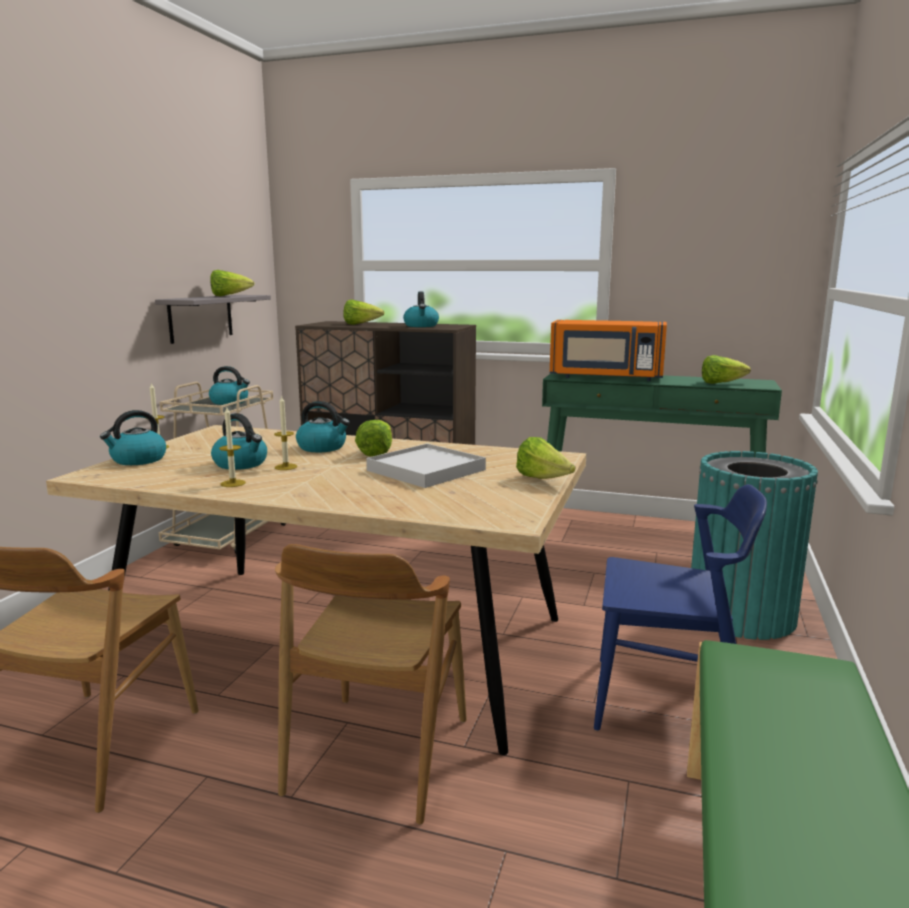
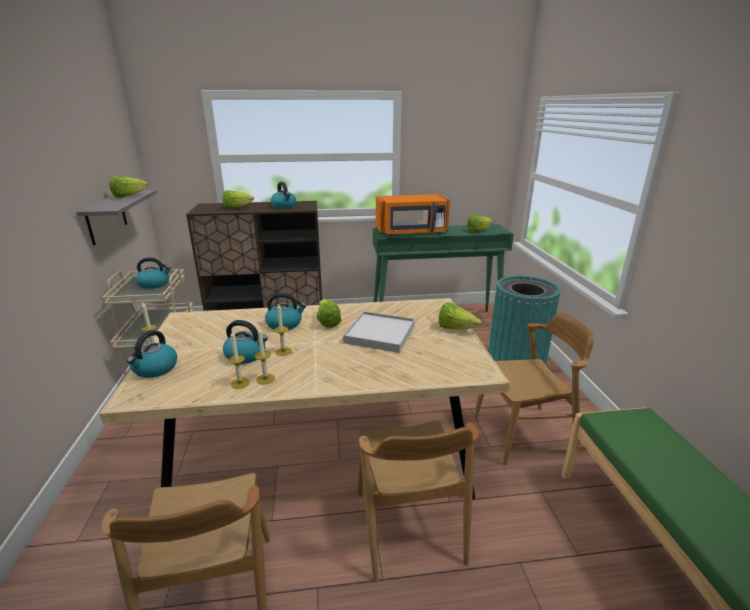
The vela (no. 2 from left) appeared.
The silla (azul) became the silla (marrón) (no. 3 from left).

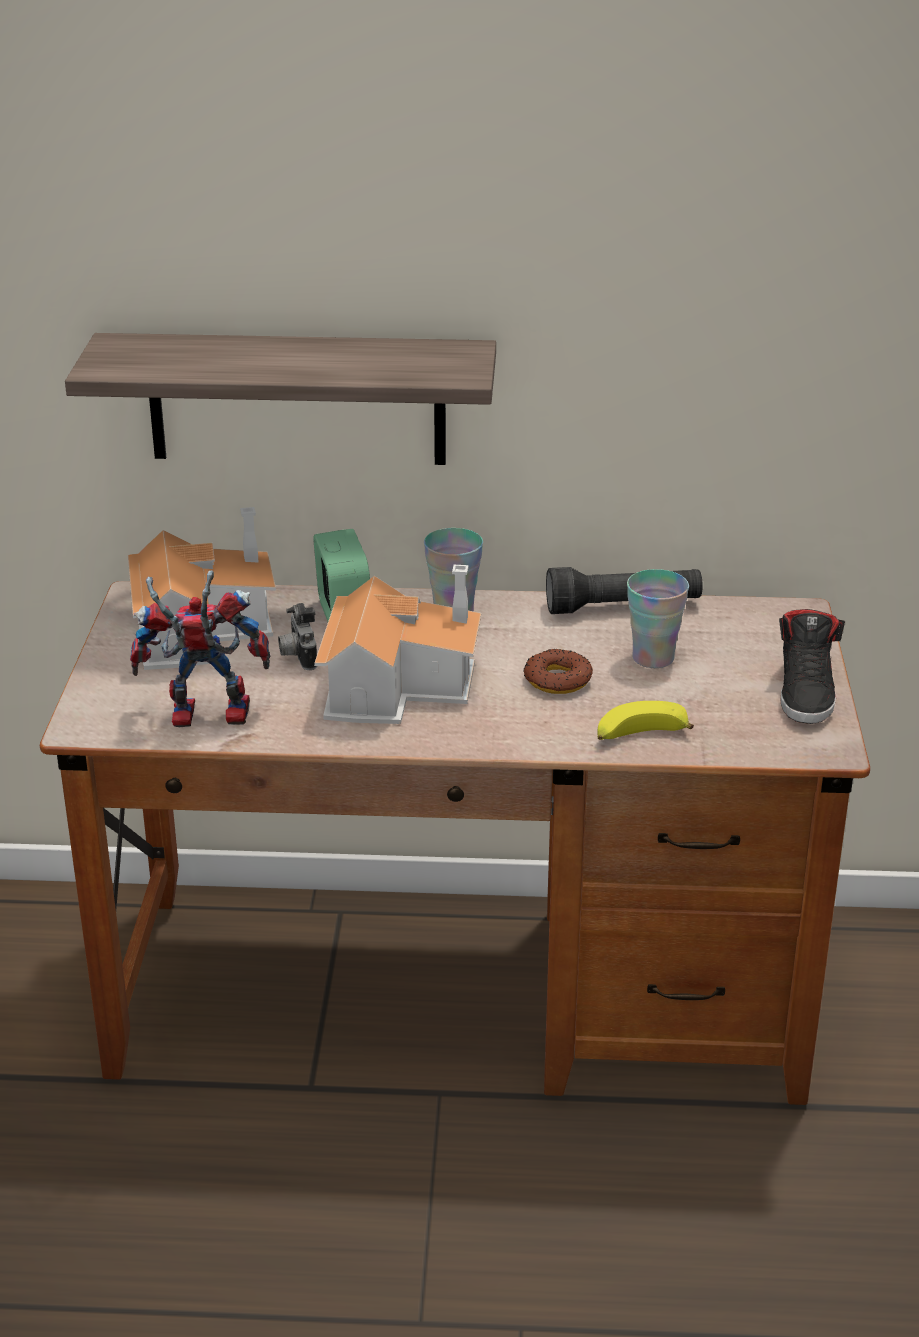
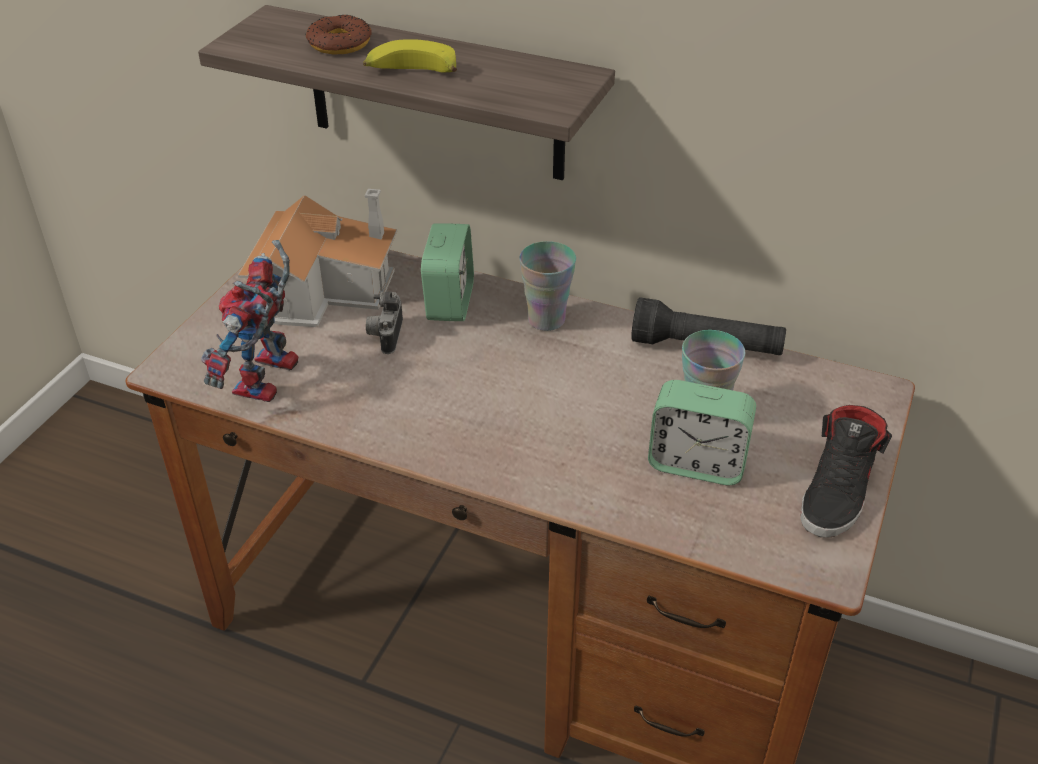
The robot de juguete turned 90 degrees counterclockwise.
The rosquilla moved.
The plátano moved.
The despertador (no. 2 from left) appeared.
The casita (no. 2 from left) disappeared.

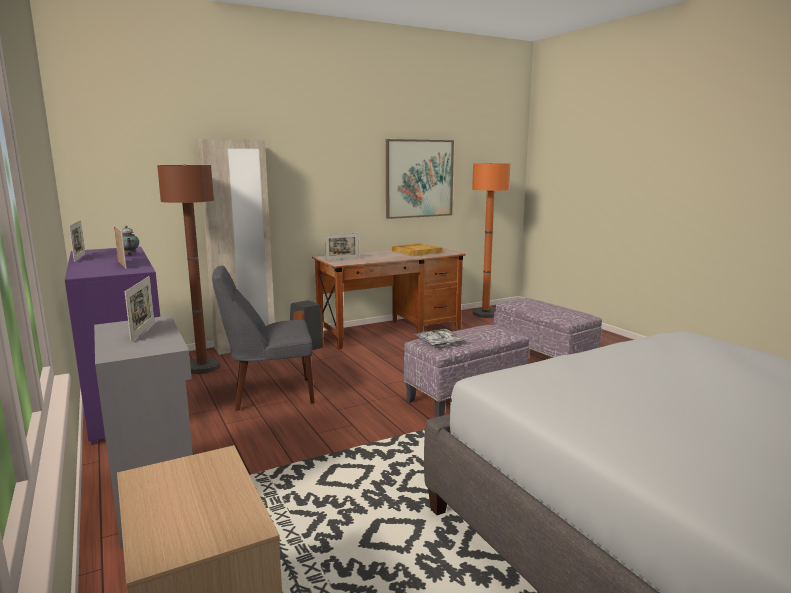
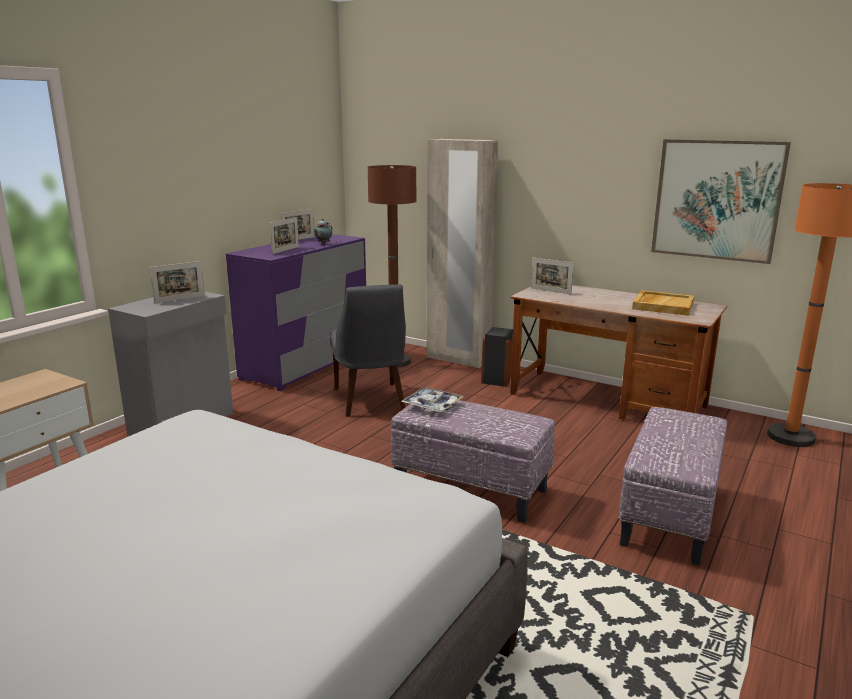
The silla (gris) turned 150 degrees counterclockwise.

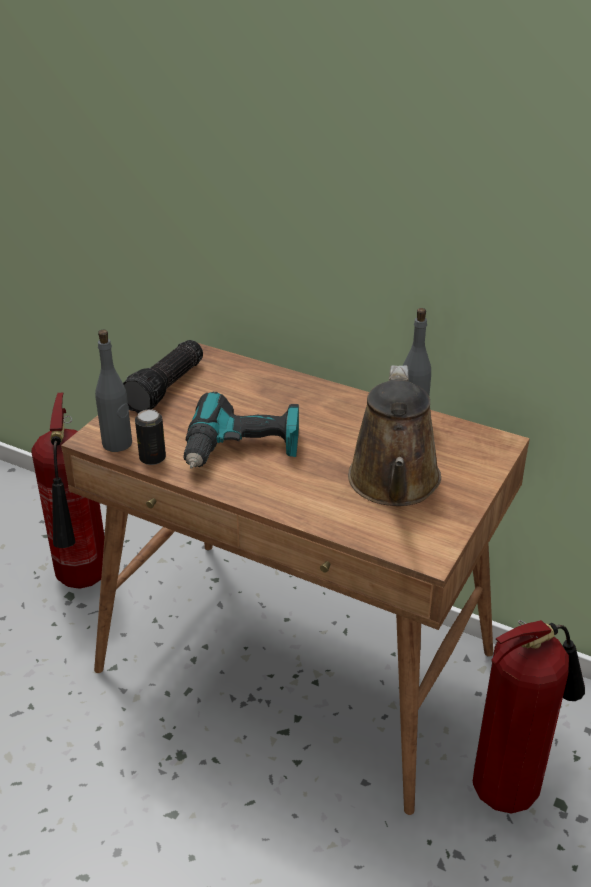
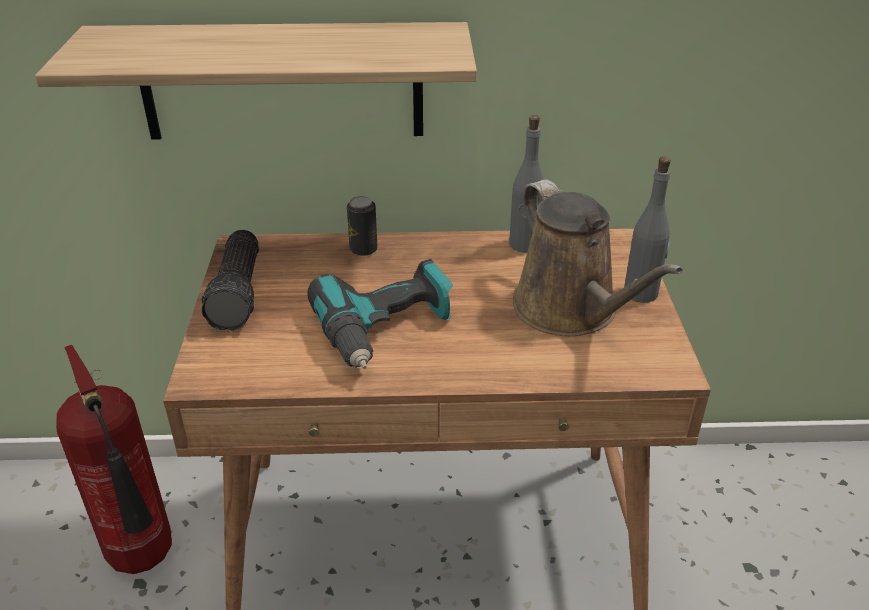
The estante appeared.
The lata moved.
The botella (gris) (no. 1 from left in the first image) moved.
The extintor (no. 2 from left) disappeared.

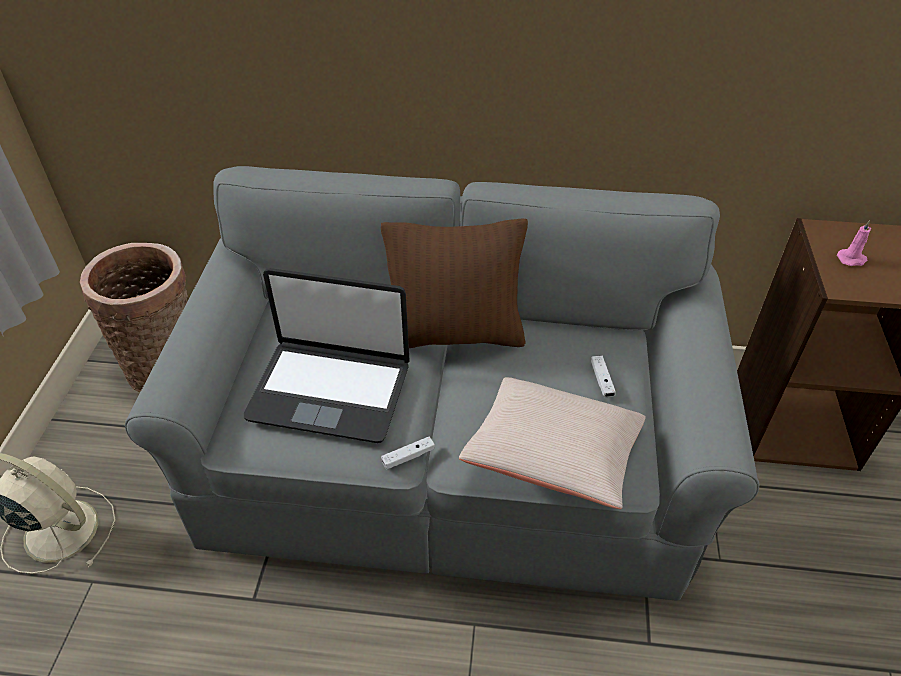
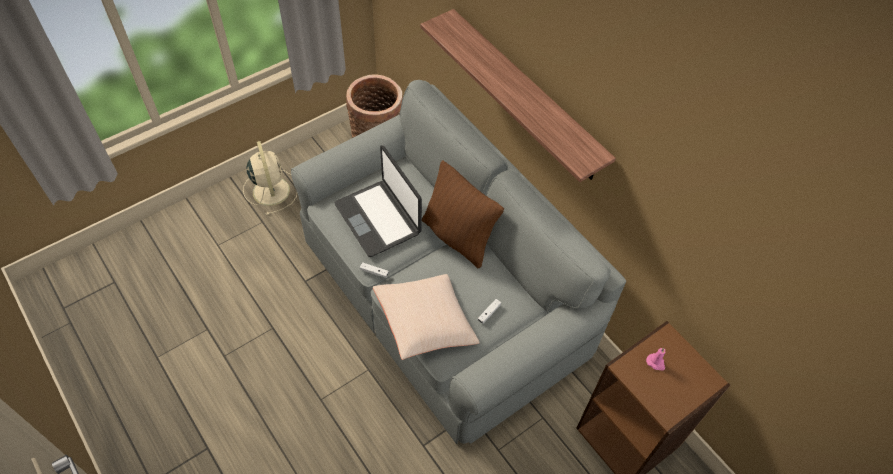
The estante appeared.

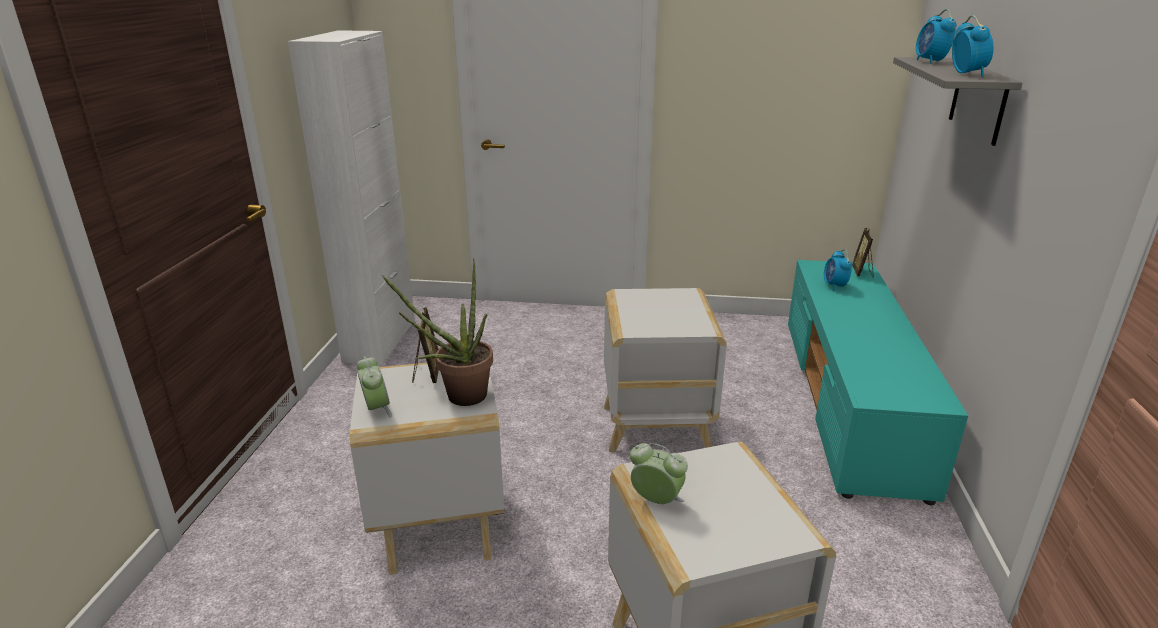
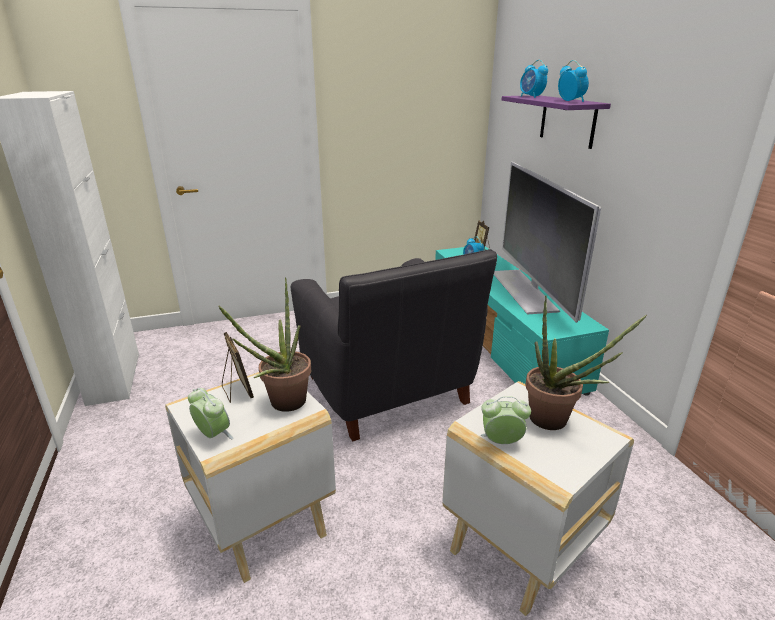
The mesa auxiliar (blanco) (no. 2 from left) was replaced by the sillón (negro).
The televisor appeared.
The estante (gris) became the estante (morado).
The planta en maceta (no. 2 from left) appeared.

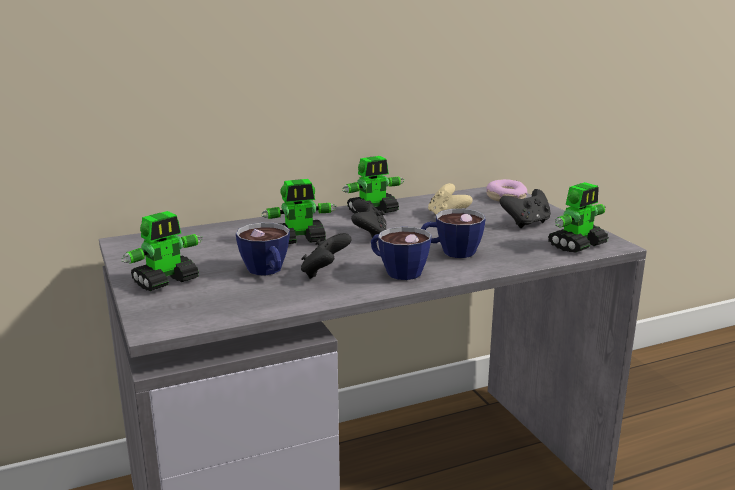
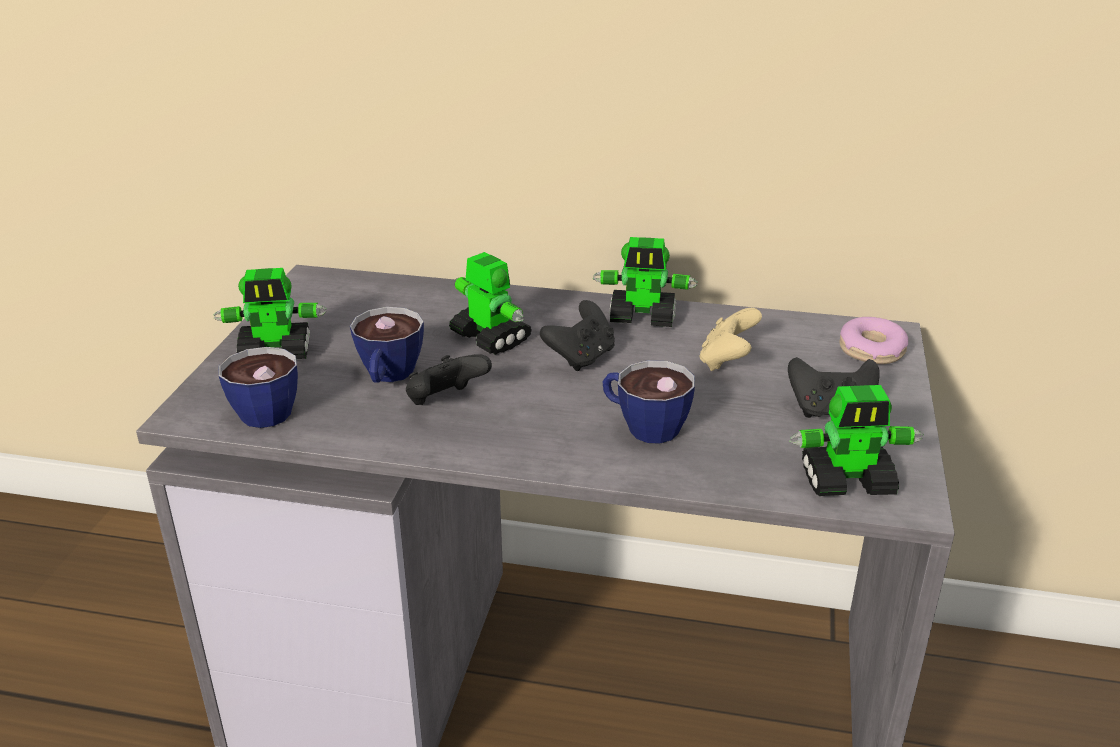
The taza (no. 2 from left in the first image) moved.
The robot de juguete (no. 2 from left) turned 150 degrees counterclockwise.

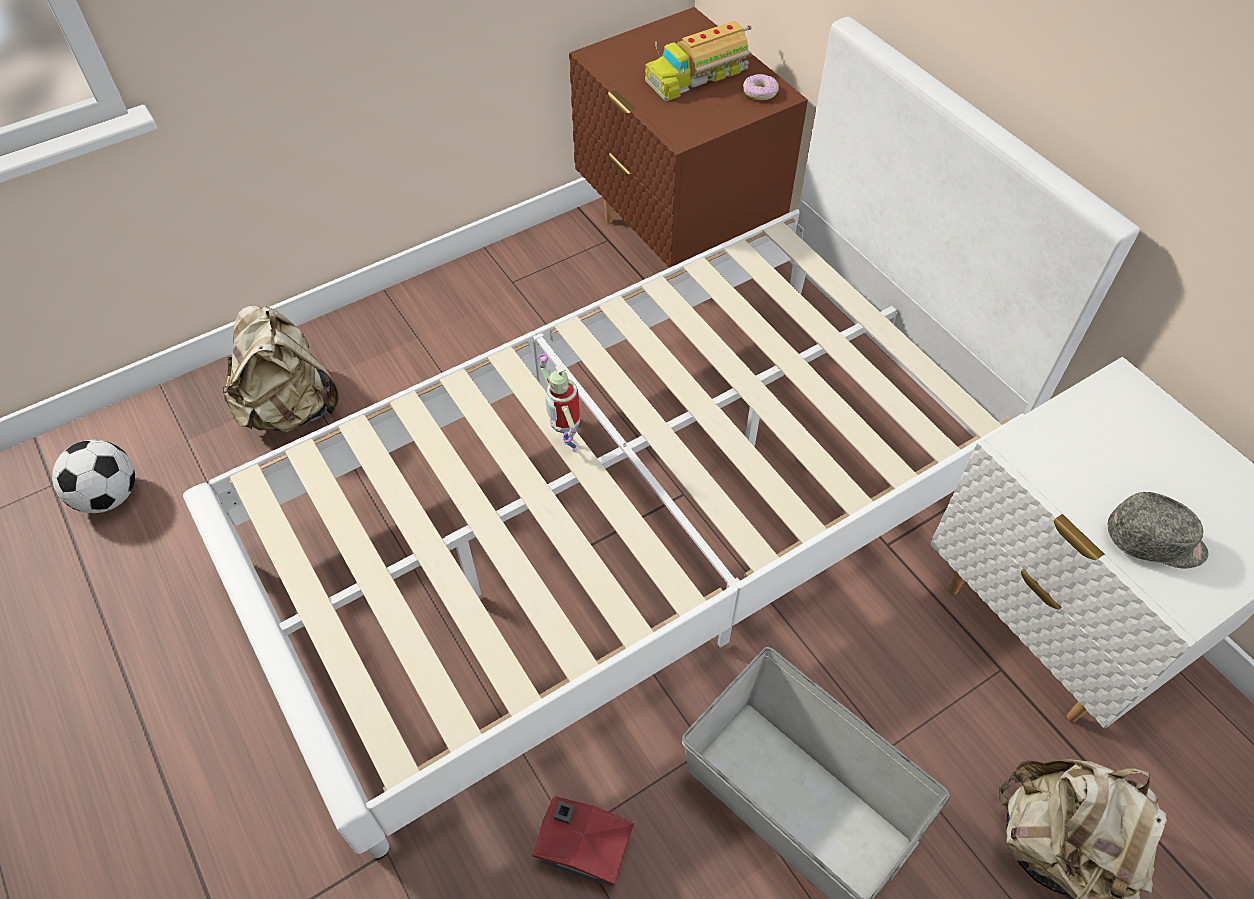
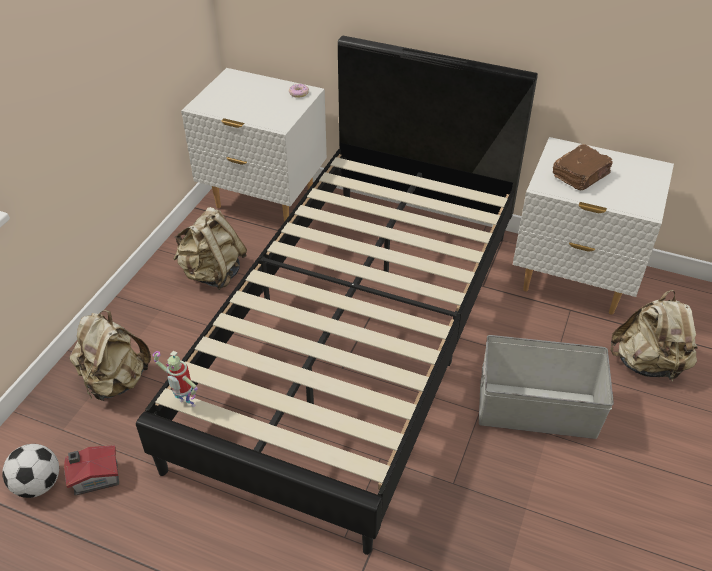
The casita moved.
The cama (blanco) became the cama (negro).
The robot de juguete moved.
The mochila (beis) (no. 2 from left) appeared.
The mesita de noche (marrón) became the mesita de noche (blanco) (no. 1 from left).
The libro (marrón) appeared.
The camión de juguete disappeared.
The gorra (gris) disappeared.

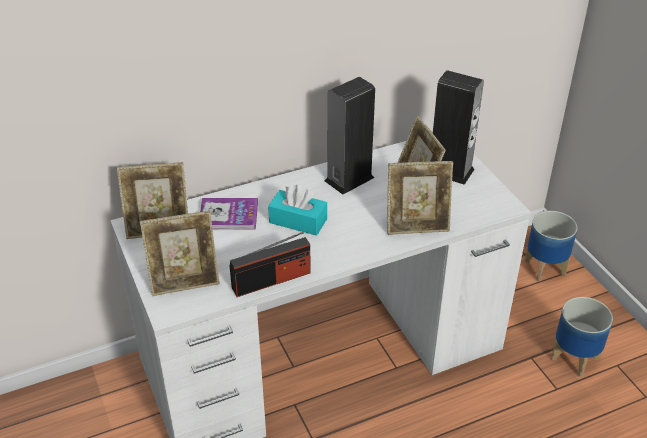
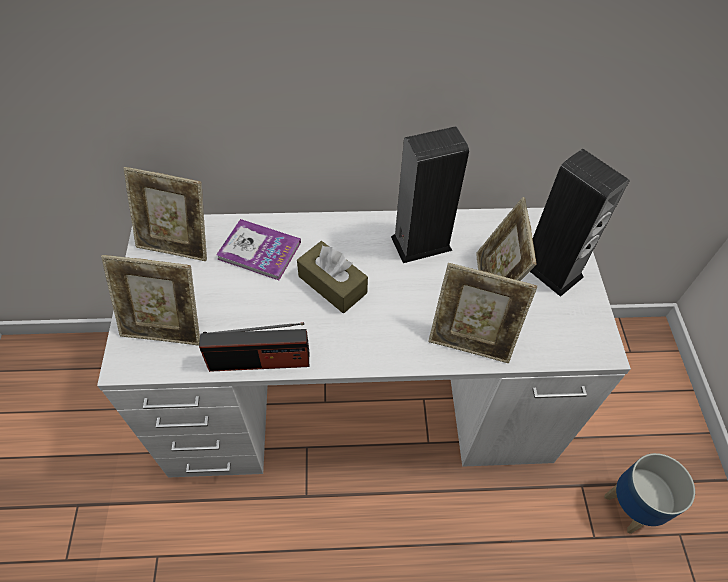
The caja de pañuelos (turquesa) became the caja de pañuelos (marrón).
The maceta (no. 1 from left) disappeared.

